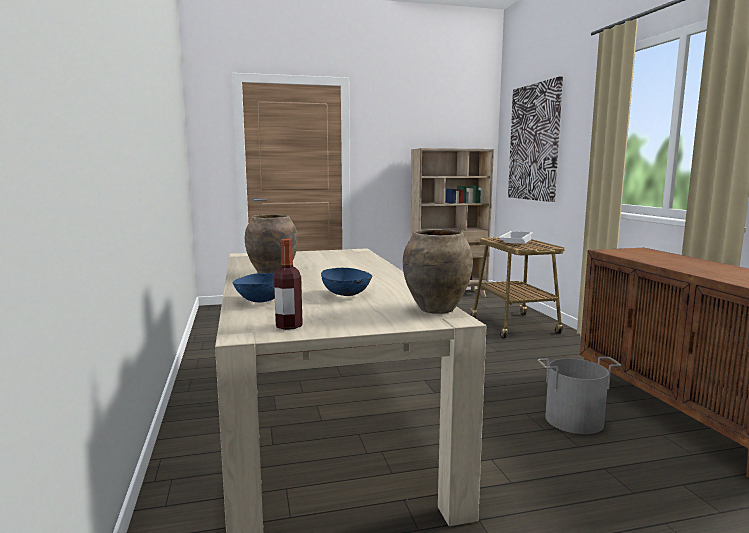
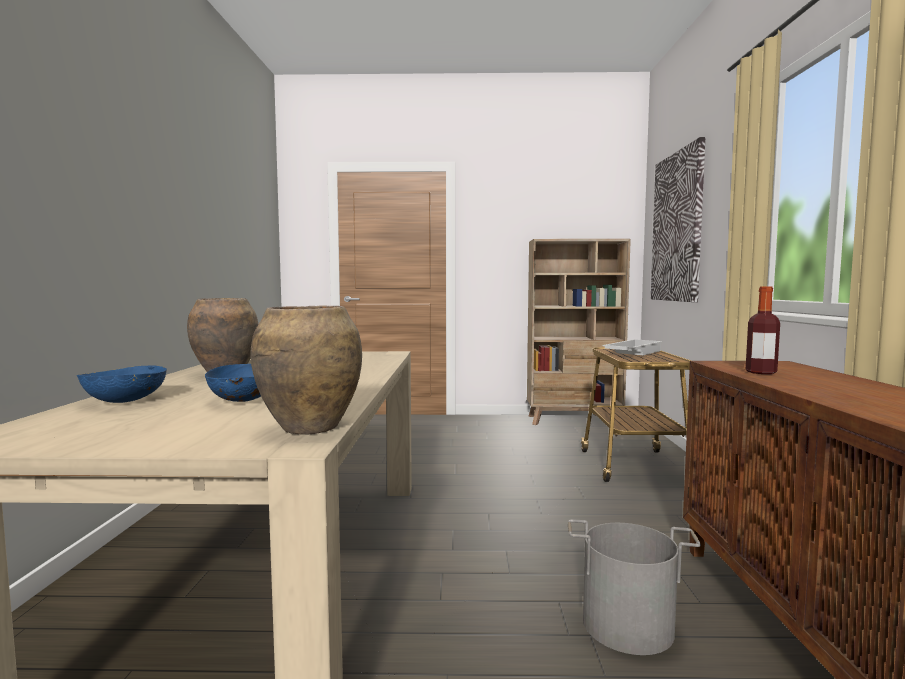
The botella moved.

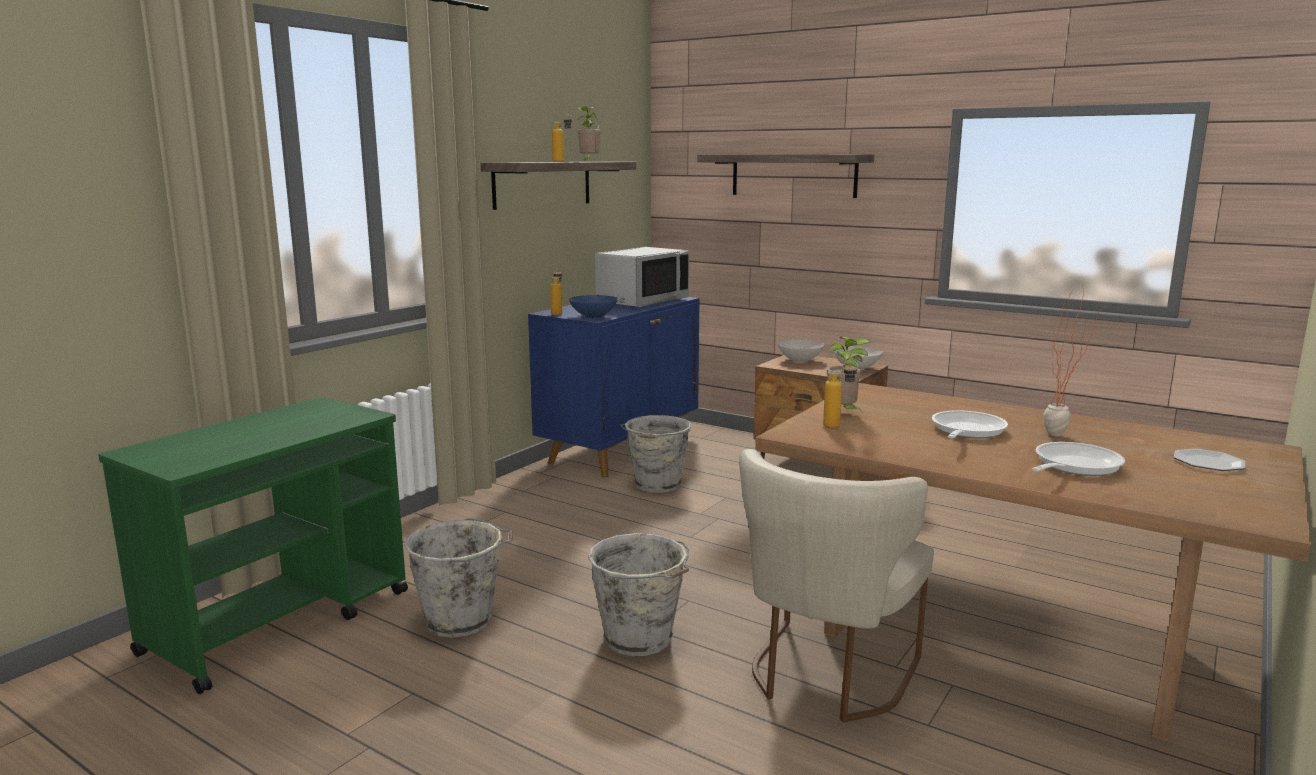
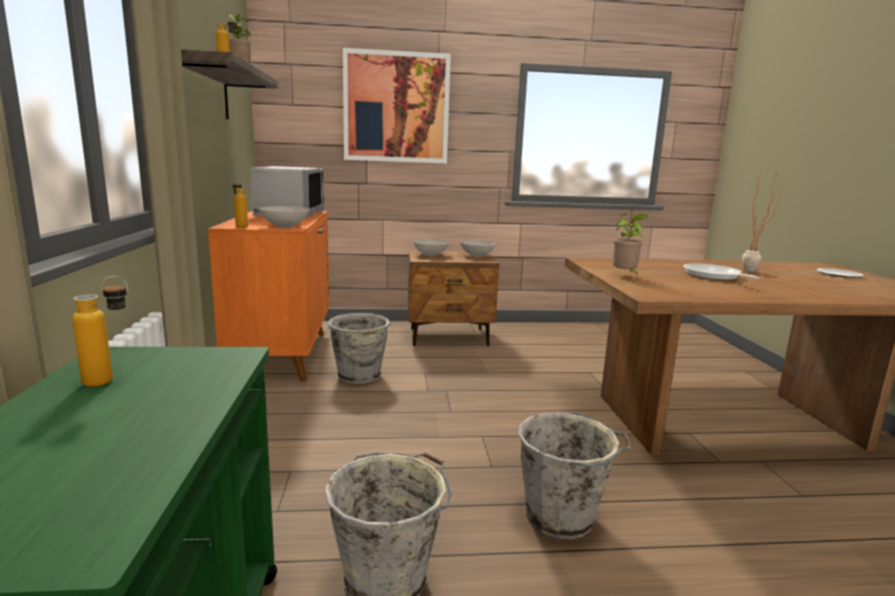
The botella (no. 3 from left in the first image) moved.
The armario (azul) became the armario (naranja).
The cuenco (azul) became the cuenco (blanco) (no. 1 from left).
The estante (no. 2 from left) was replaced by the cuadro.
The silla (beis) disappeared.
The sartén (no. 2 from left) disappeared.

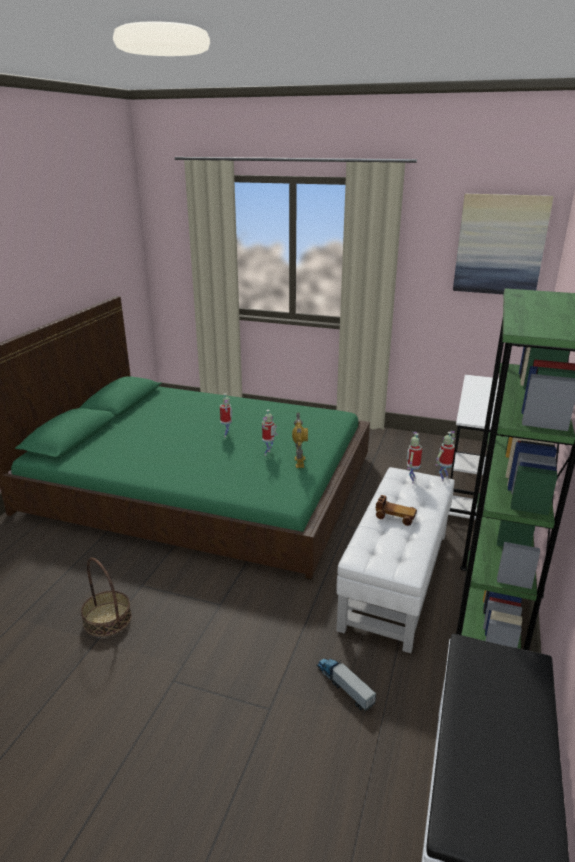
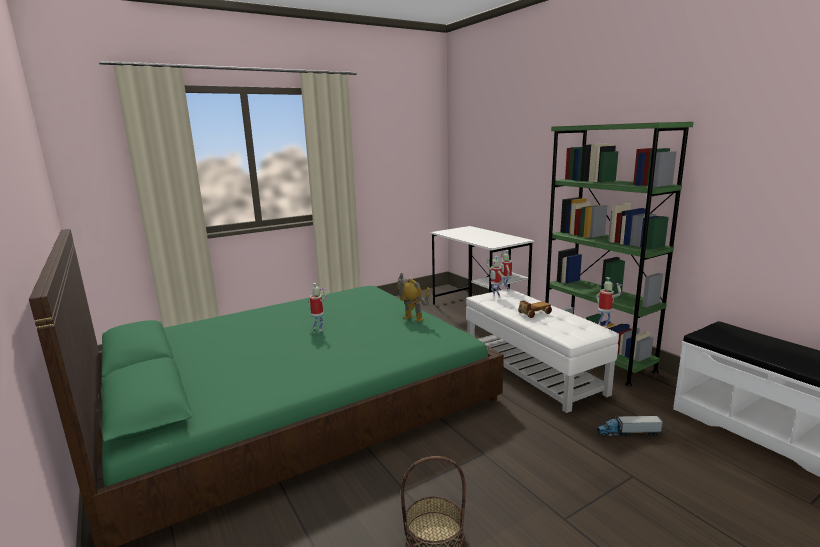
The robot de juguete (no. 2 from left in the first image) moved.
The cuadro disappeared.

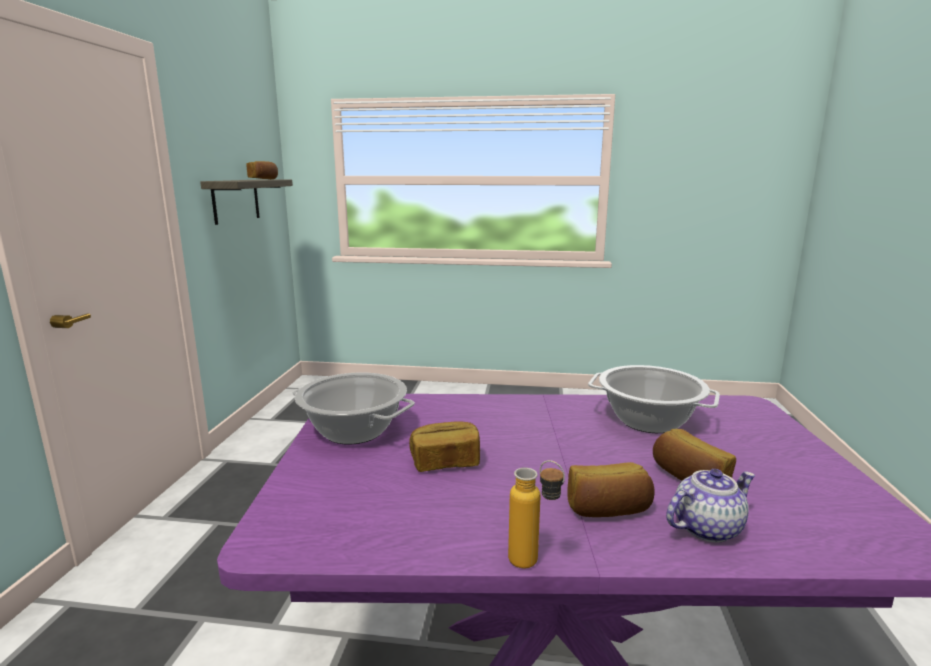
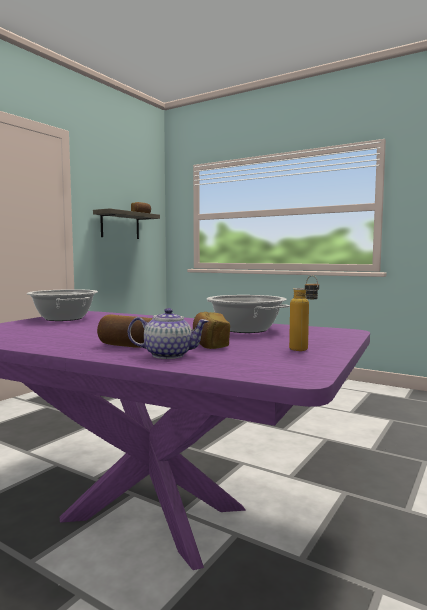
The botella moved.
The pan (no. 2 from left) disappeared.

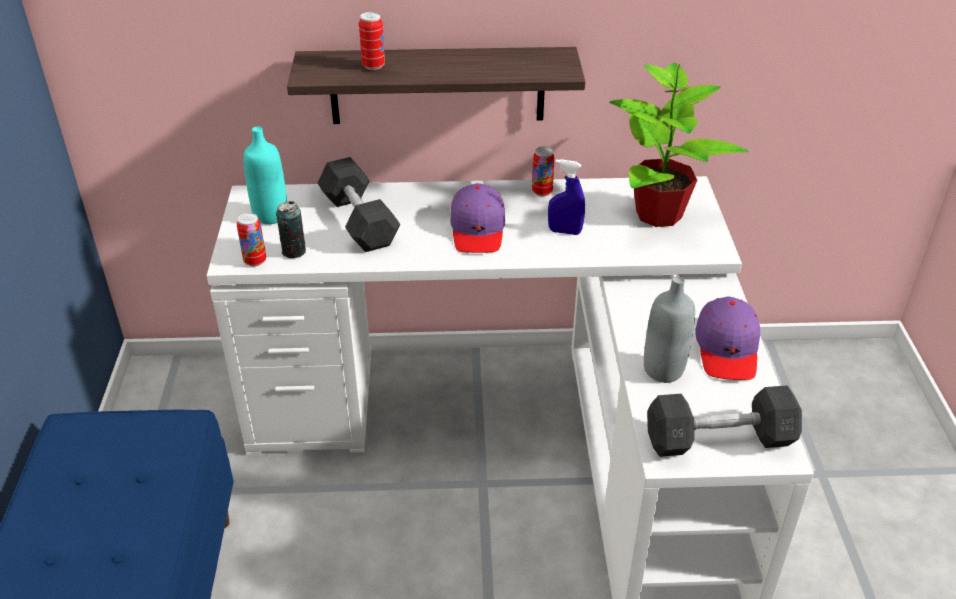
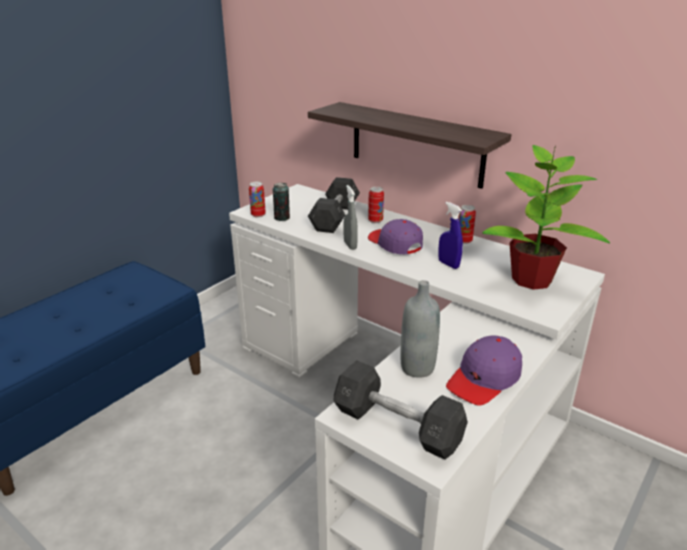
The pulverizador (gris) appeared.
The lata (no. 3 from left) moved.
The gorra (morado) (no. 1 from left) turned 105 degrees clockwise.
The botella (turquesa) disappeared.

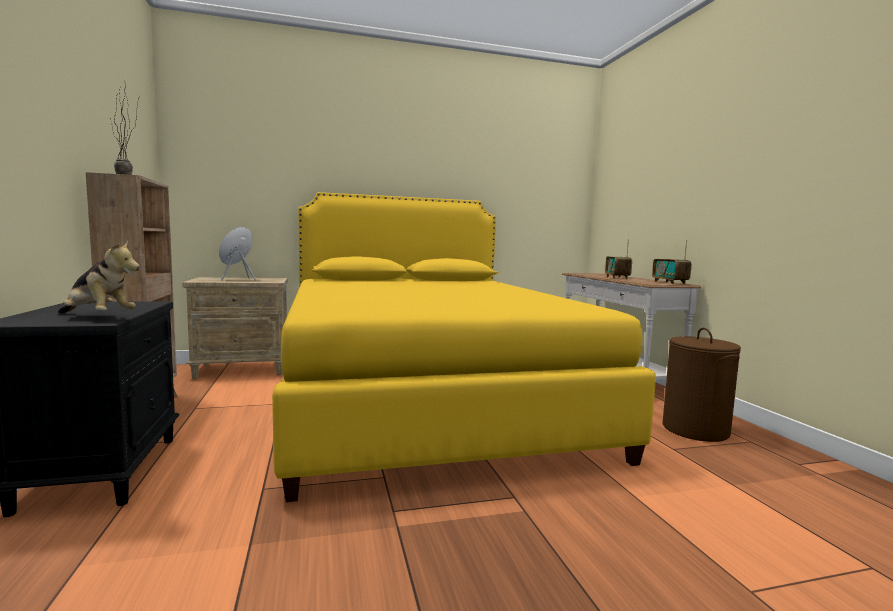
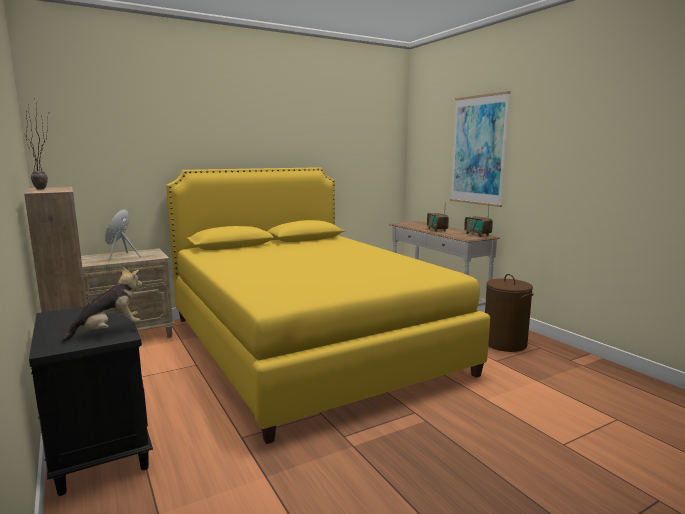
The peluche turned 45 degrees counterclockwise.
The cuadro appeared.

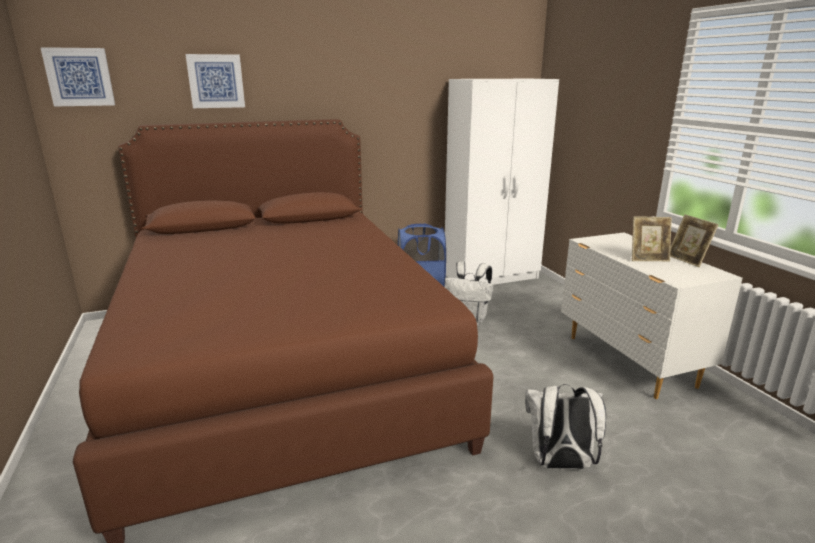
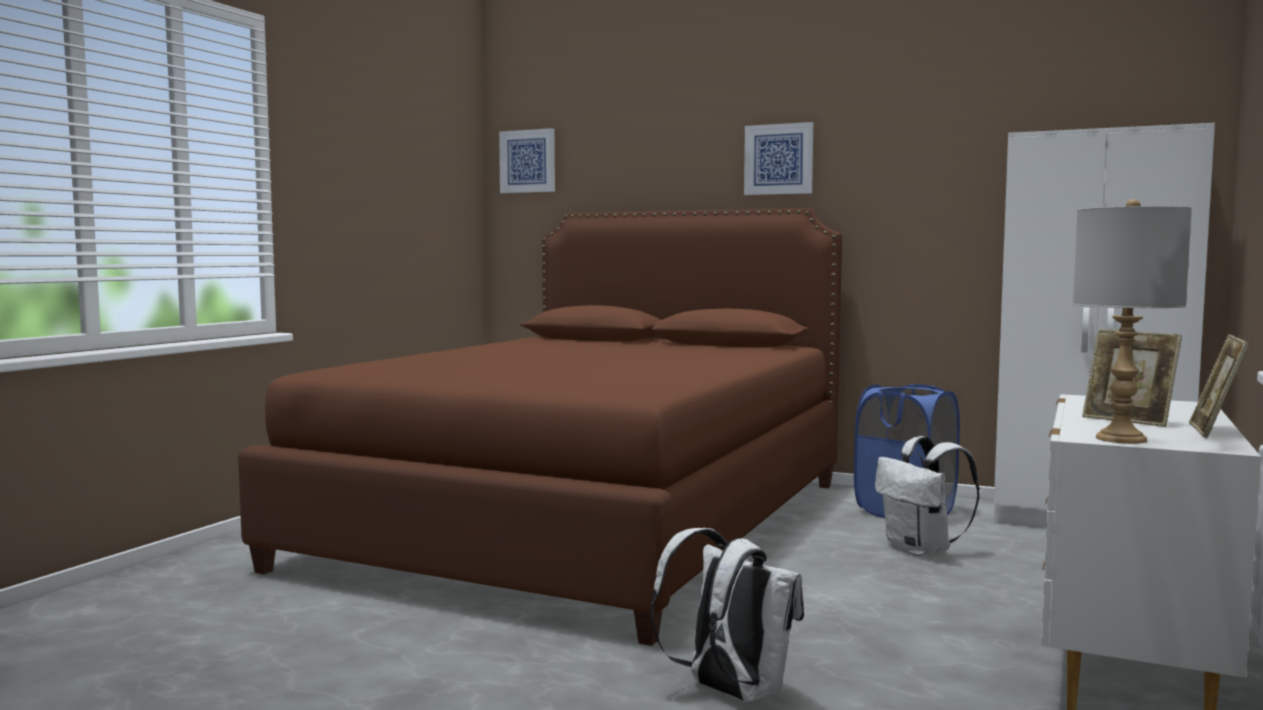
The cuadro (no. 2 from left) moved.
The lámpara de mesa (gris) appeared.

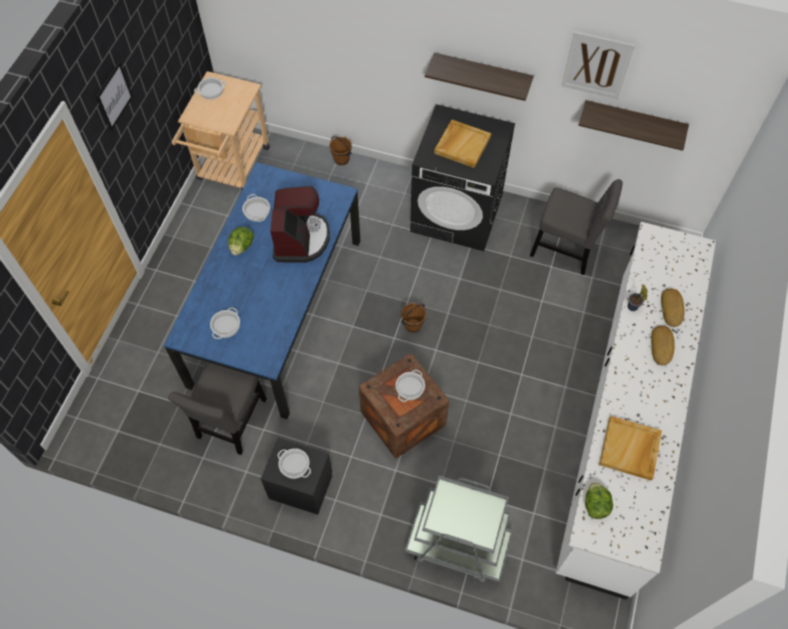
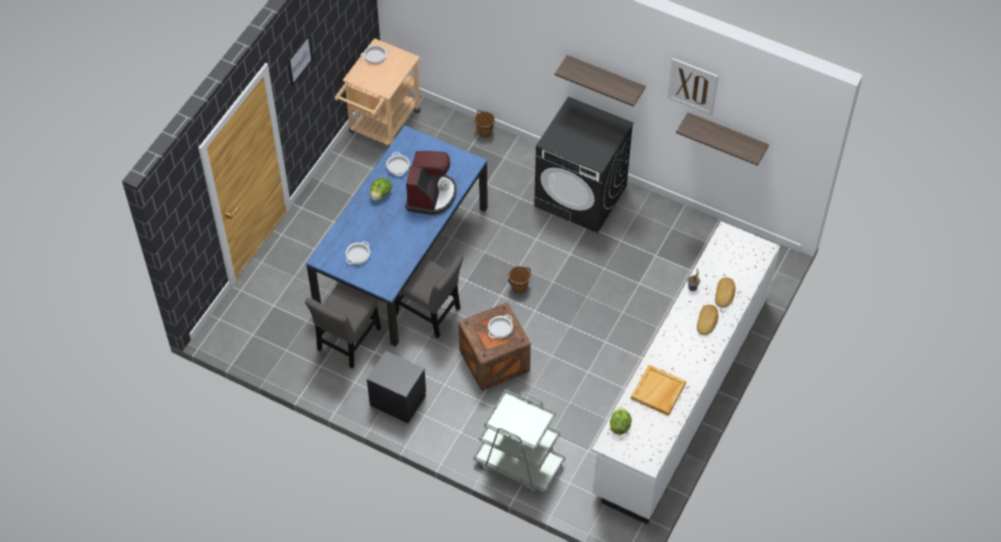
The silla (gris) (no. 2 from left) moved.
The olla (no. 4 from left) disappeared.
The bandeja (beis) (no. 1 from left) disappeared.

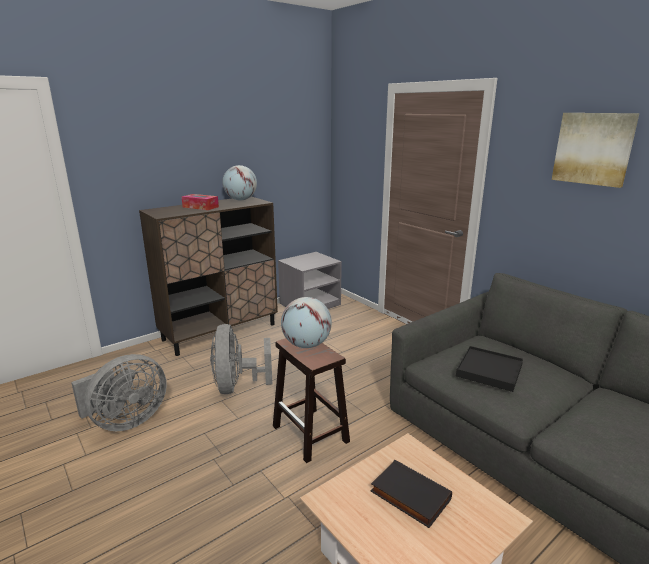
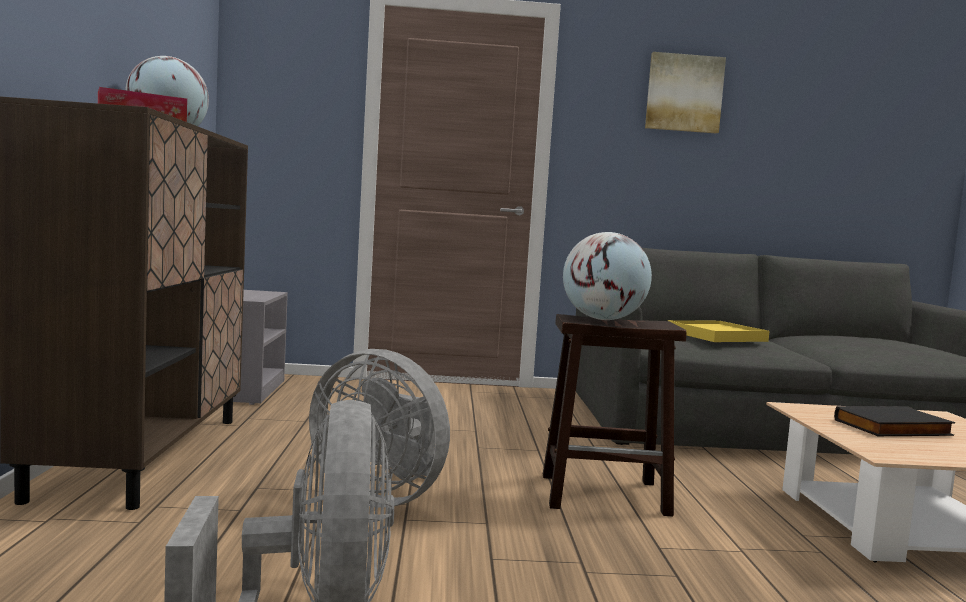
The bandeja (negro) became the bandeja (amarillo).

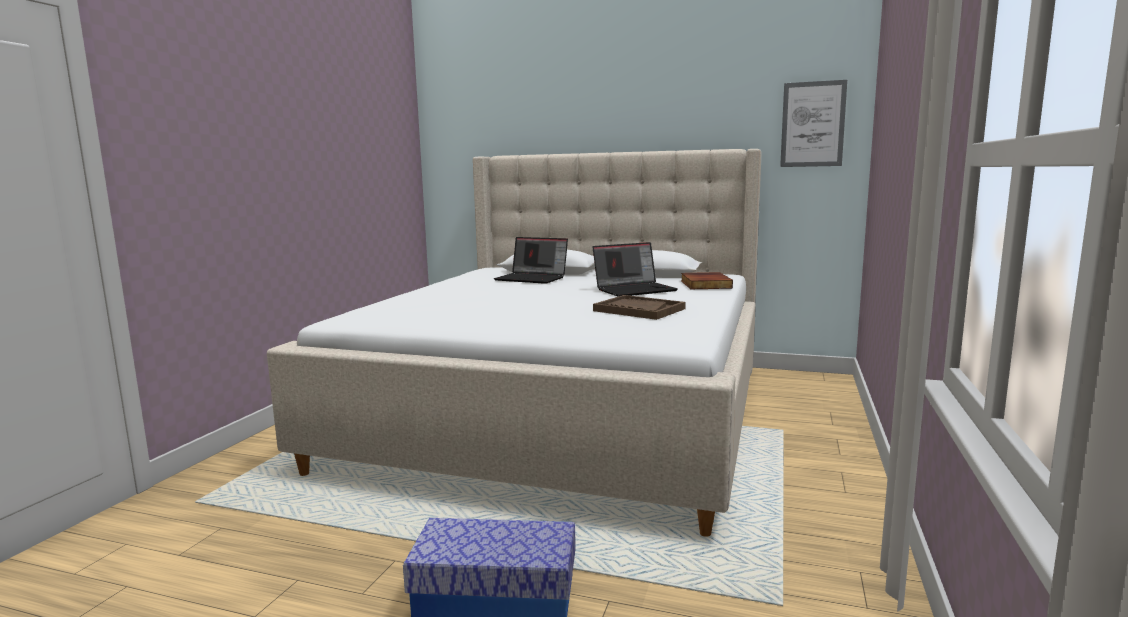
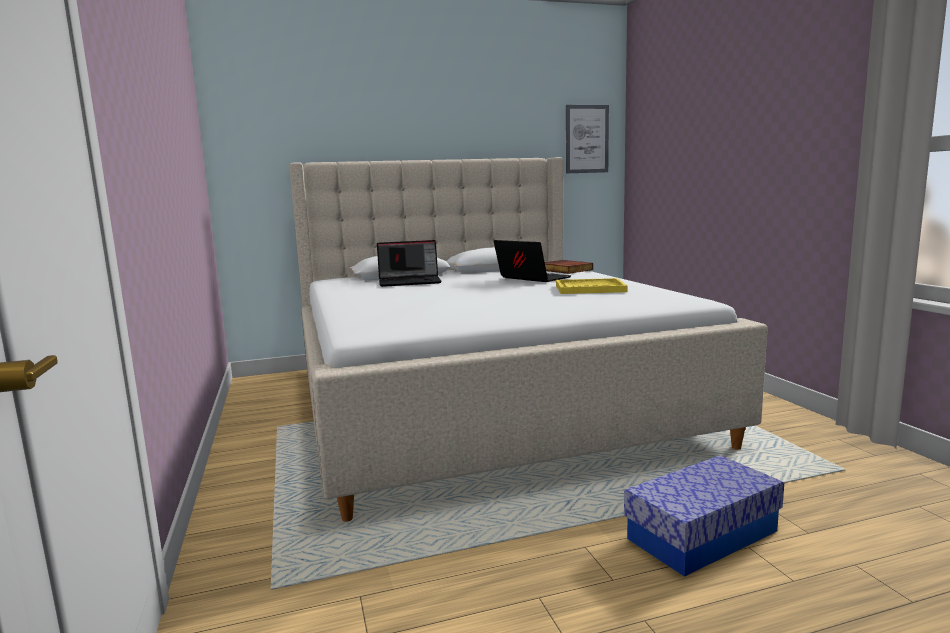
The portátil (no. 2 from left) turned 75 degrees counterclockwise.
The bandeja (marrón) became the bandeja (amarillo).

